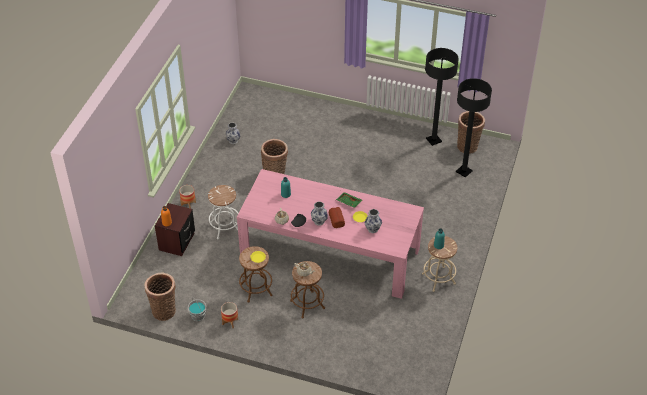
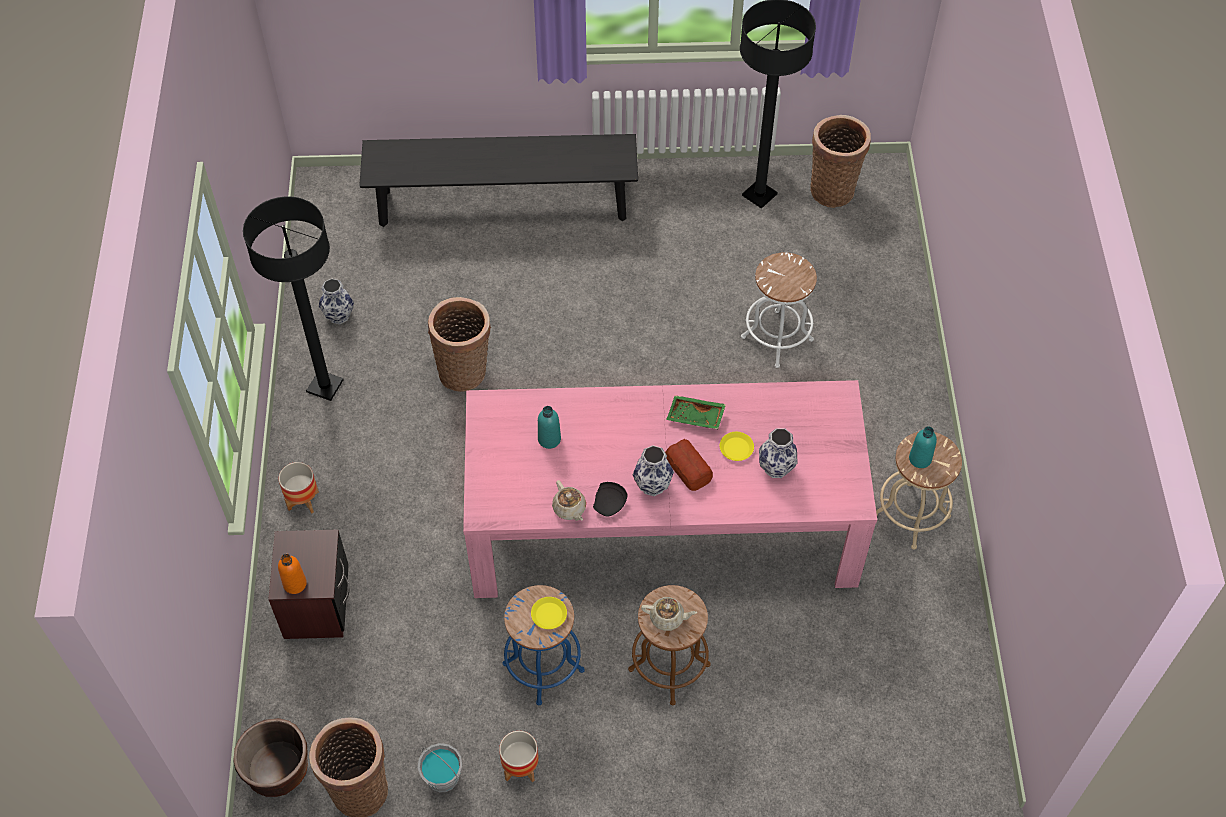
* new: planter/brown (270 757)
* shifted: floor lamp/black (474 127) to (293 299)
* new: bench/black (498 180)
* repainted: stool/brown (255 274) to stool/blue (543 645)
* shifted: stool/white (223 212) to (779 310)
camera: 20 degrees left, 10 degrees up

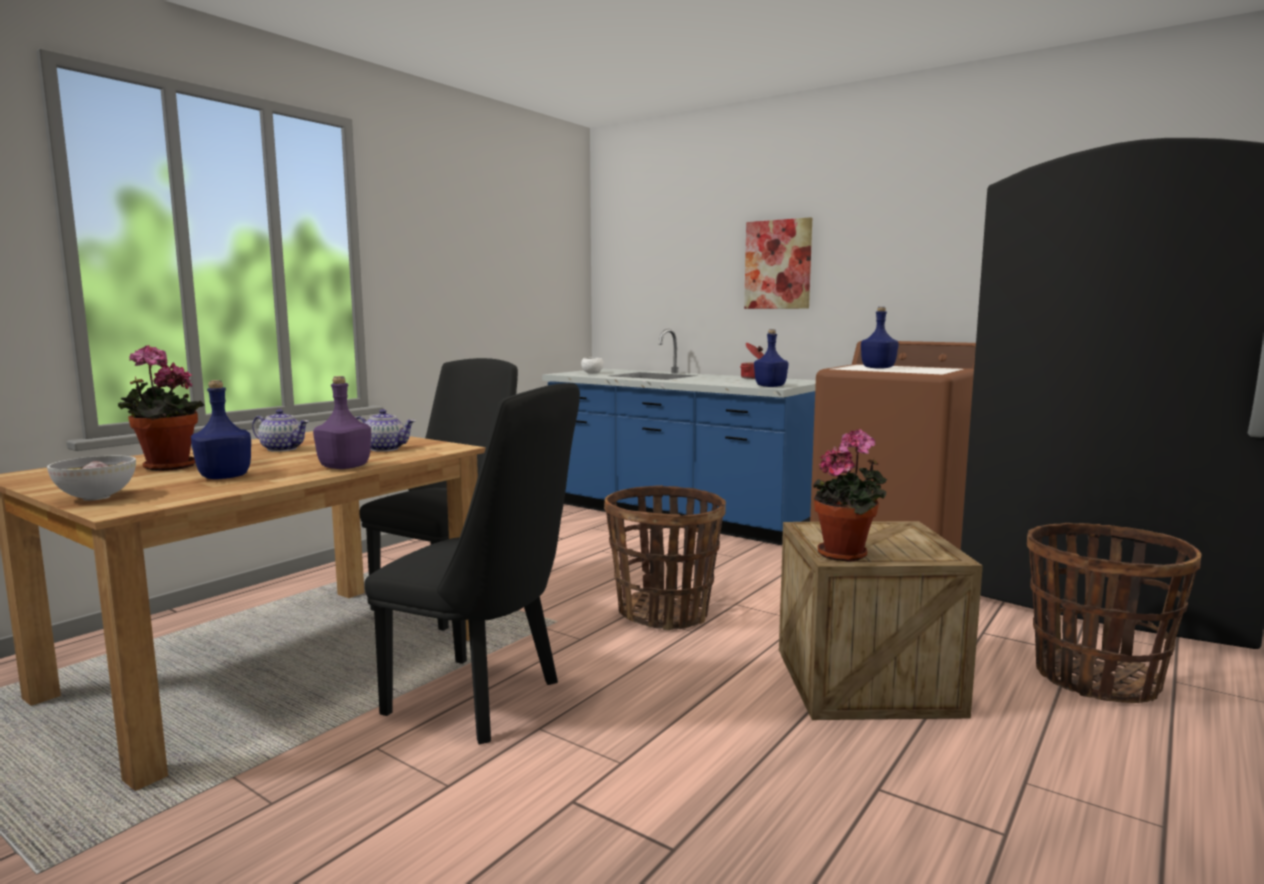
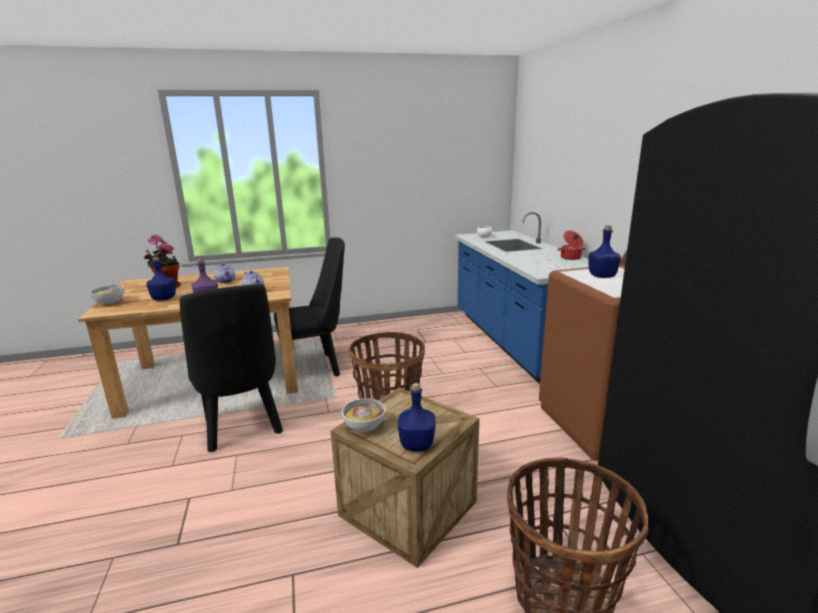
* swapped: potted plant (850 495) to bowl (363 415)
* shifted: bottle/blue (771 358) to (417 417)
* gone: picture (778 263)
camera: 40 degrees right, 10 degrees up

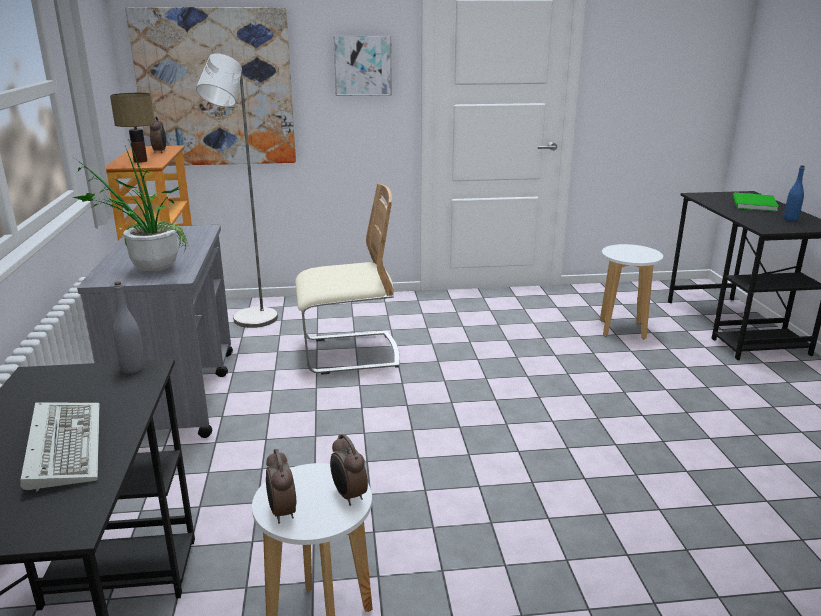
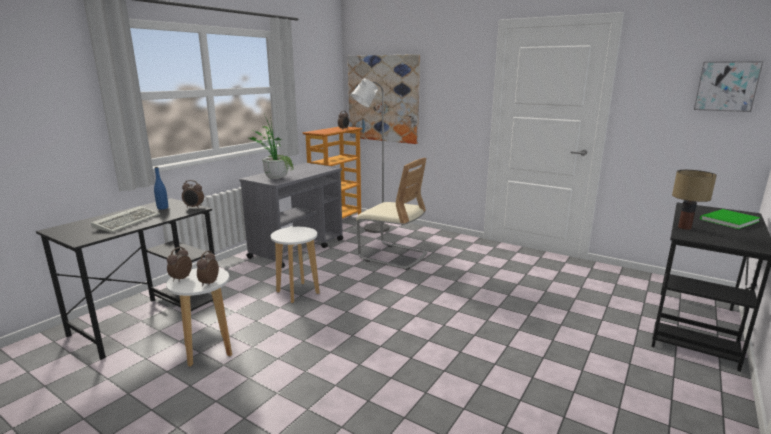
* shifted: bottle/blue (794 193) to (161 188)
* swapped: bottle/grey (128 327) to alarm clock (193 194)
* shifted: stool/white (631 291) to (295 265)
* shifted: table lamp (132 128) to (694 200)
* shifted: picture (362 65) to (728 86)
camera: 40 degrees right, 5 degrees down

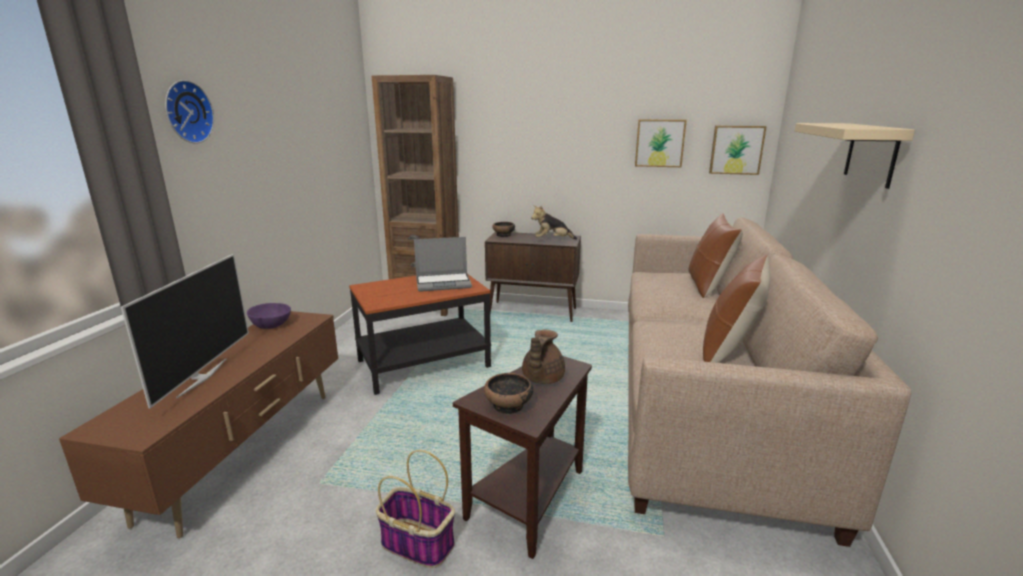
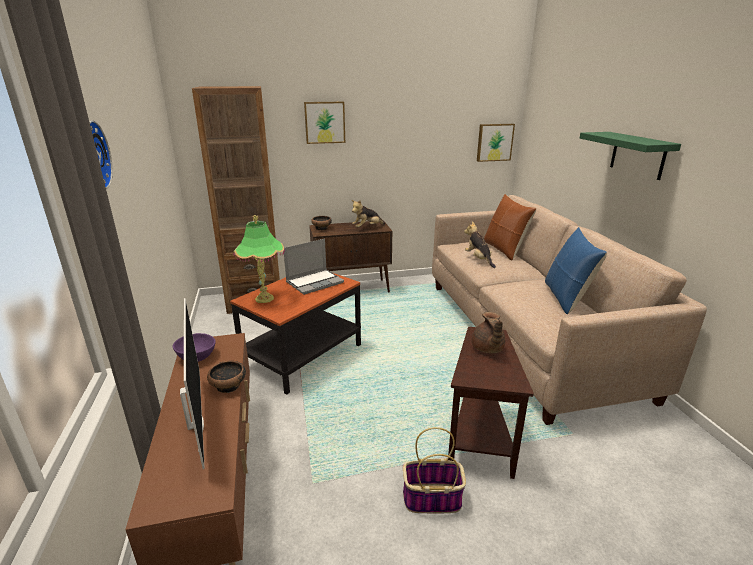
* shifted: bowl (508 394) to (226 377)
* new: table lamp (259 259)
* shifted: picture (661 143) to (324 122)
* new: plush toy (480 244)
* repainted: pillow/brown (736 308) to pillow/blue (576 270)
* repainted: shelf/beige (855 156) to shelf/green (630 156)
camera: 25 degrees left, 5 degrees up

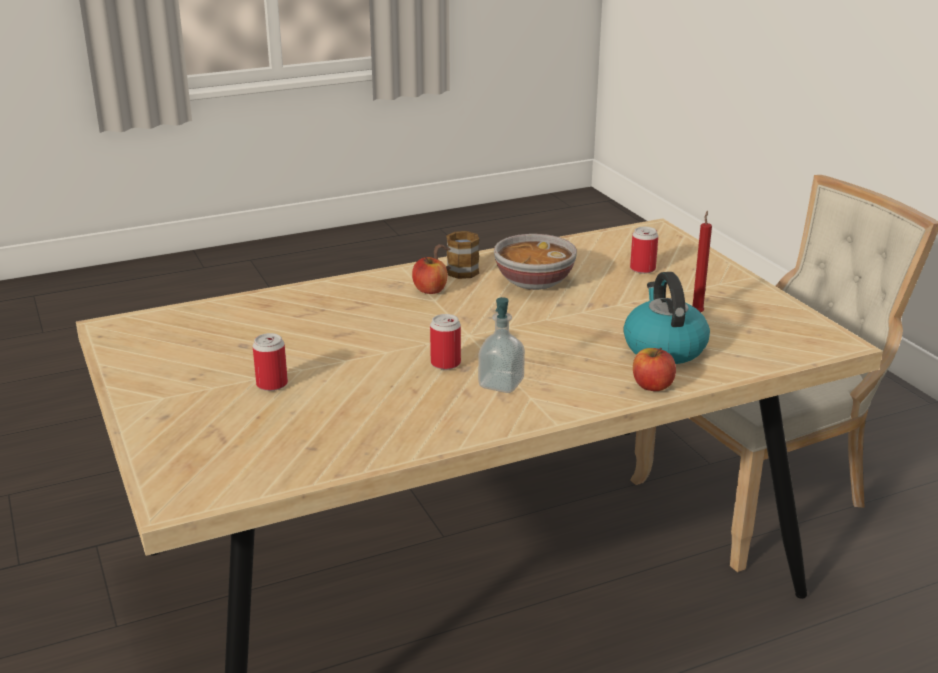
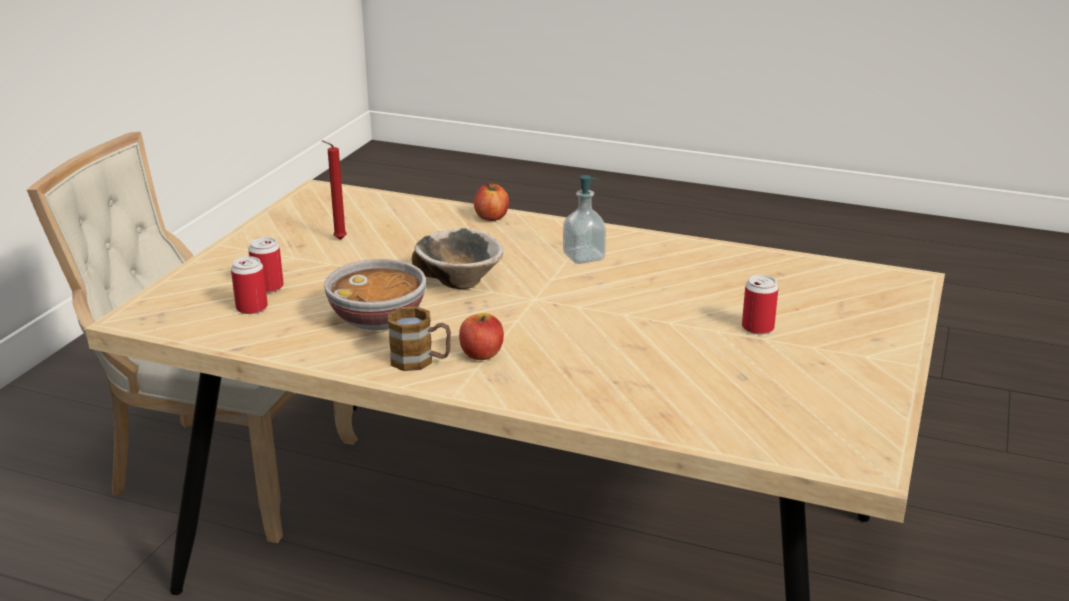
* shifted: can (445 342) to (249 285)
* new: bowl (457 258)
* gone: kettle (666 318)
camera: 135 degrees left, 0 degrees up

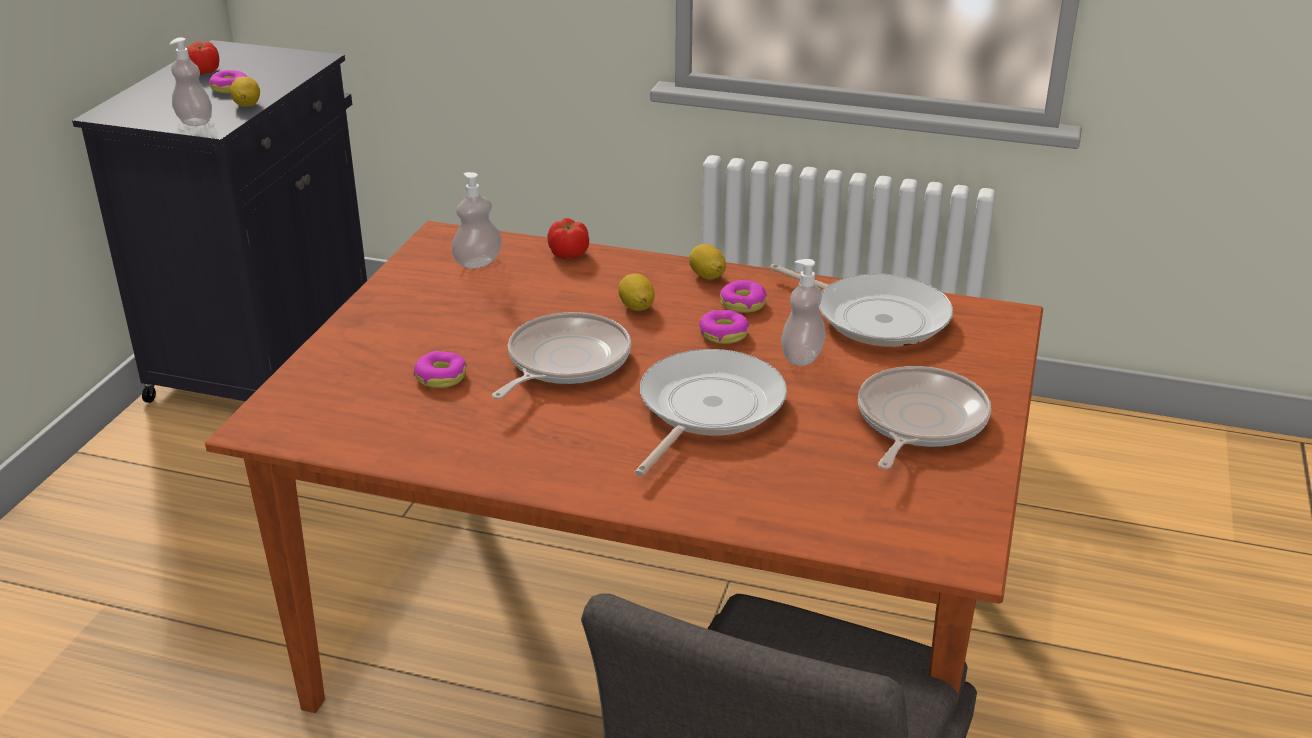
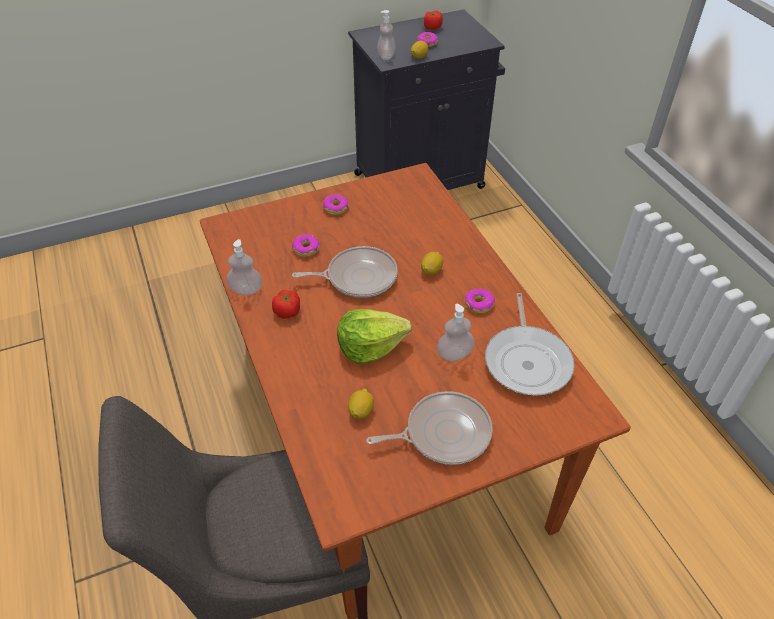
* shifted: soap dispenser (477 220) to (244 267)
* shifted: tomato (568 238) to (286 304)
* shifted: donut (724 327) to (336 204)
* swapped: frying pan (711 413) to lettuce (374 336)
* shifted: lemon (707 261) to (361 404)
camera: 50 degrees right, 15 degrees up

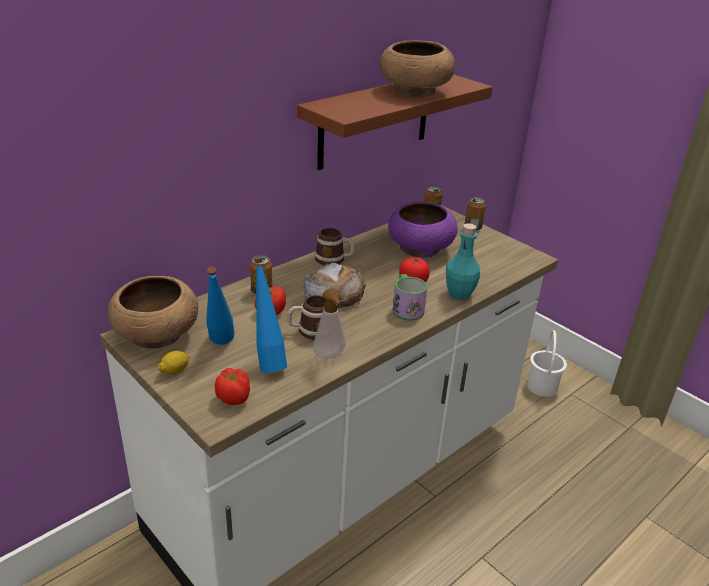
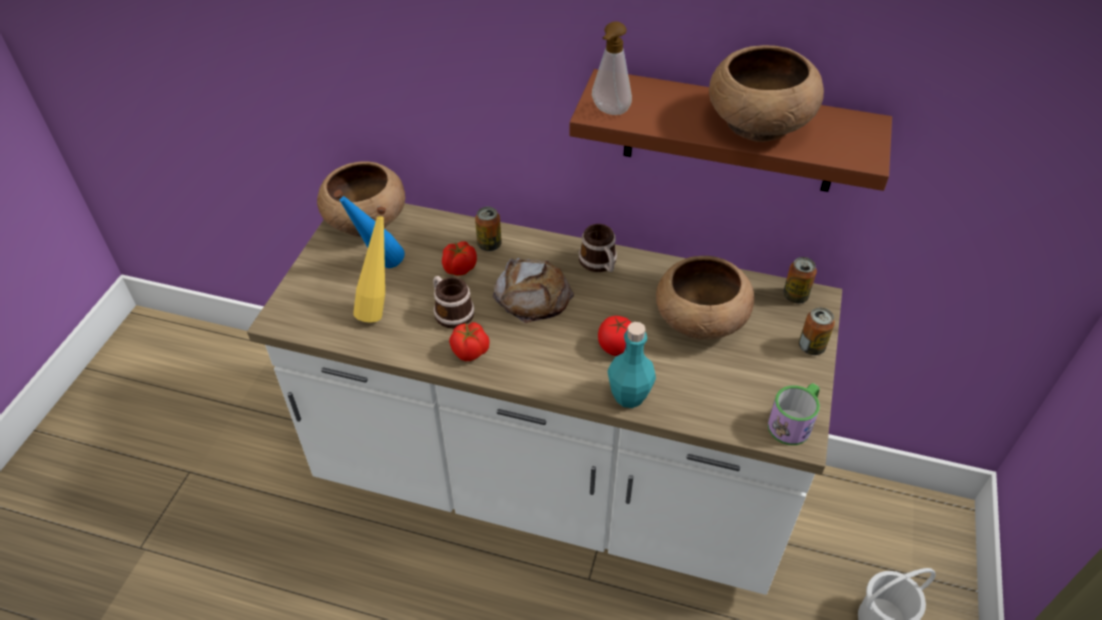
* repainted: bottle/blue (270 315) to bottle/yellow (369 265)
* shifted: tomato (232 386) to (469 341)
* shifted: soap dispenser (329 324) to (612 68)
* repainted: bowl/purple (423 229) to bowl/brown (705 298)
* shifted: mug (410 297) to (794 414)
* gone: lemon (173 363)
camera: 60 degrees right, 15 degrees up

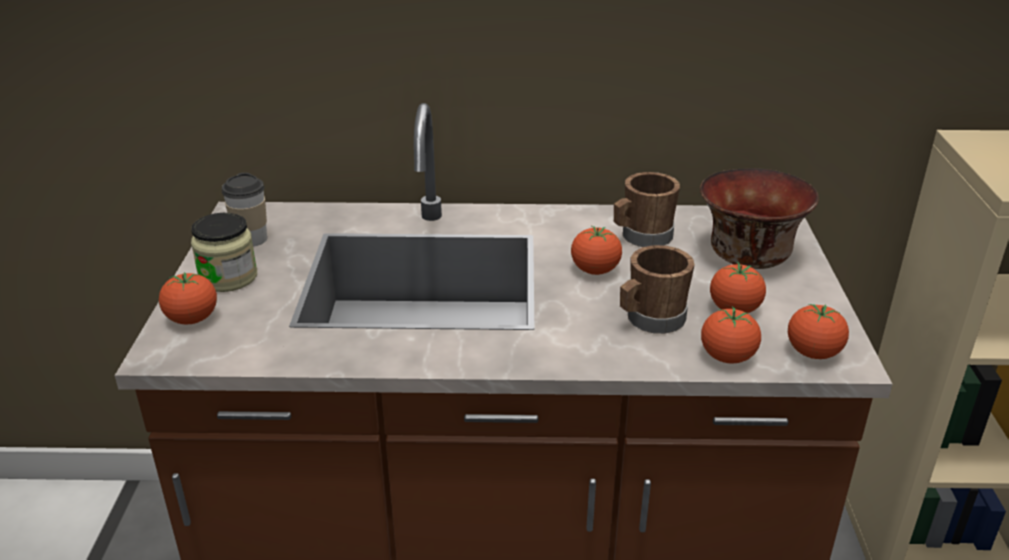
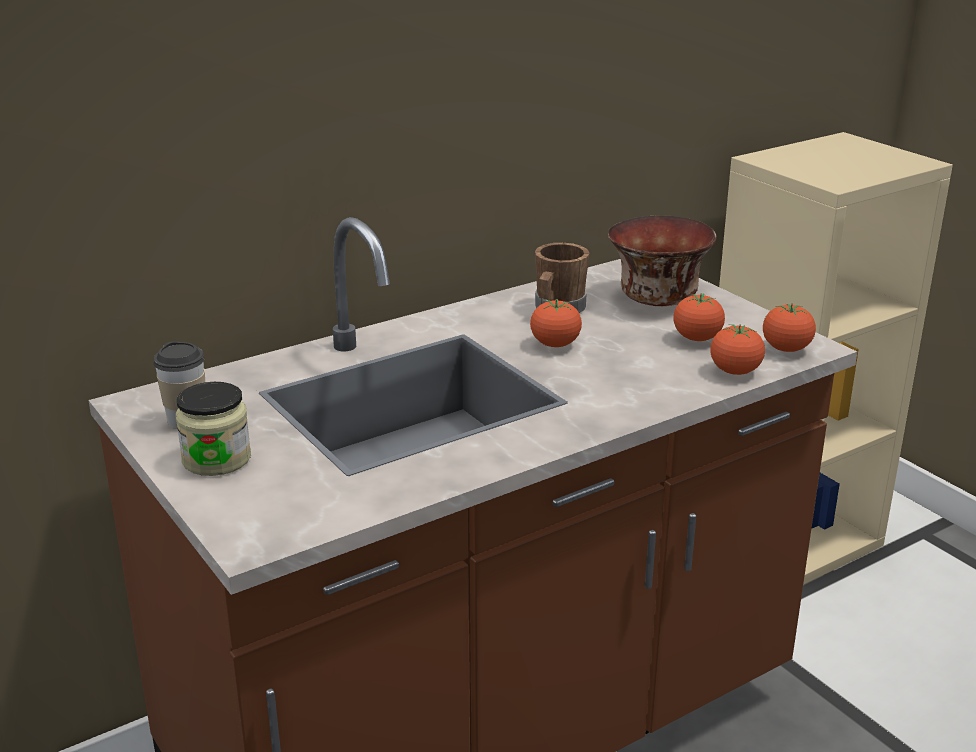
* gone: tomato (188 298)
* gone: mug/brown (657 289)
camera: 35 degrees left, 5 degrees down

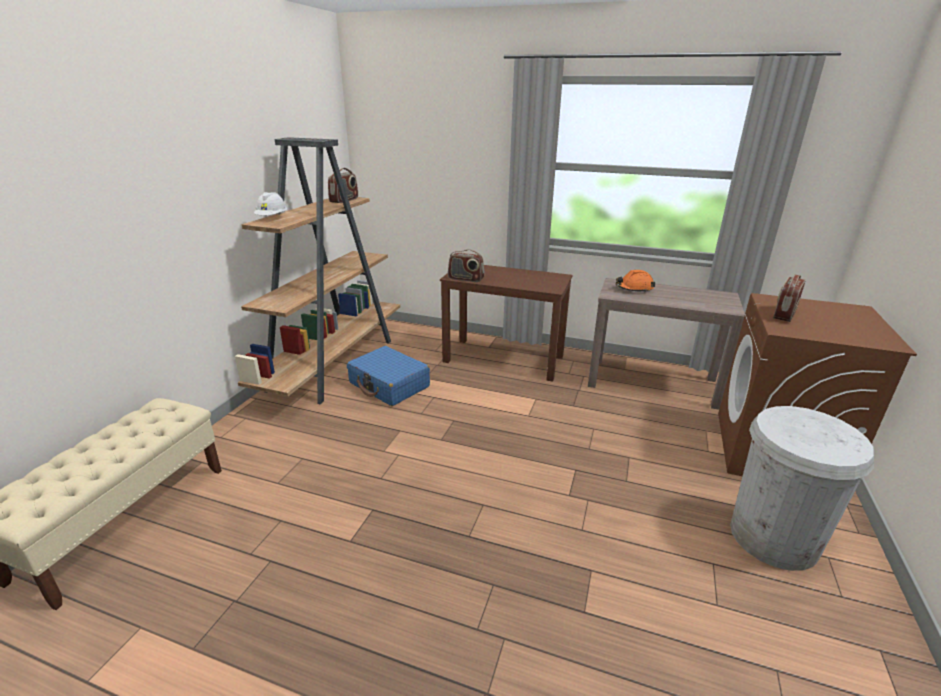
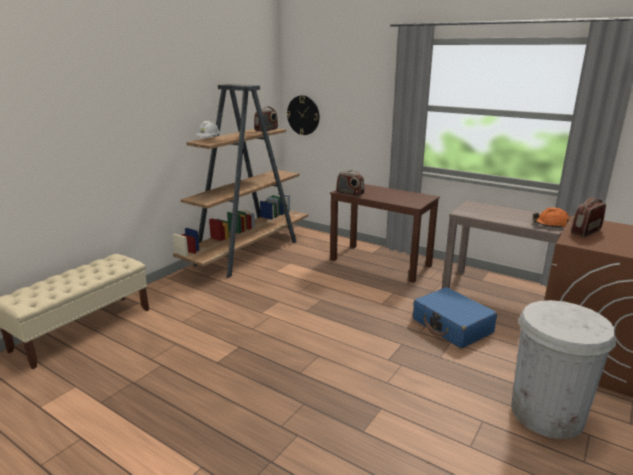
* new: wall clock (303 115)
* shifted: suitcase/blue (388 376) to (455 317)
* shifted: hard hat/orange (635 281) to (551 218)
camera: 15 degrees right, 5 degrees down

